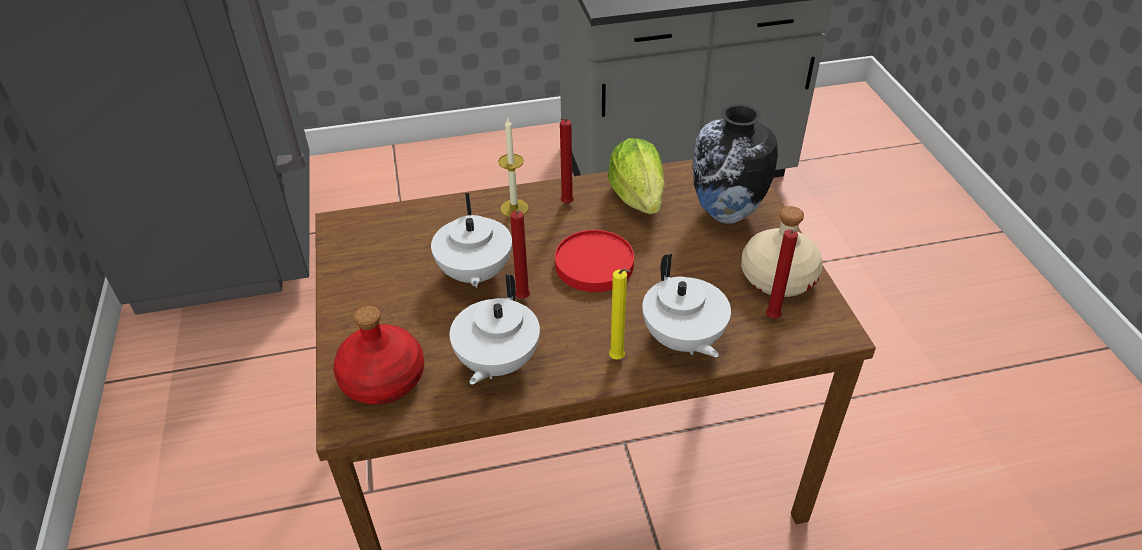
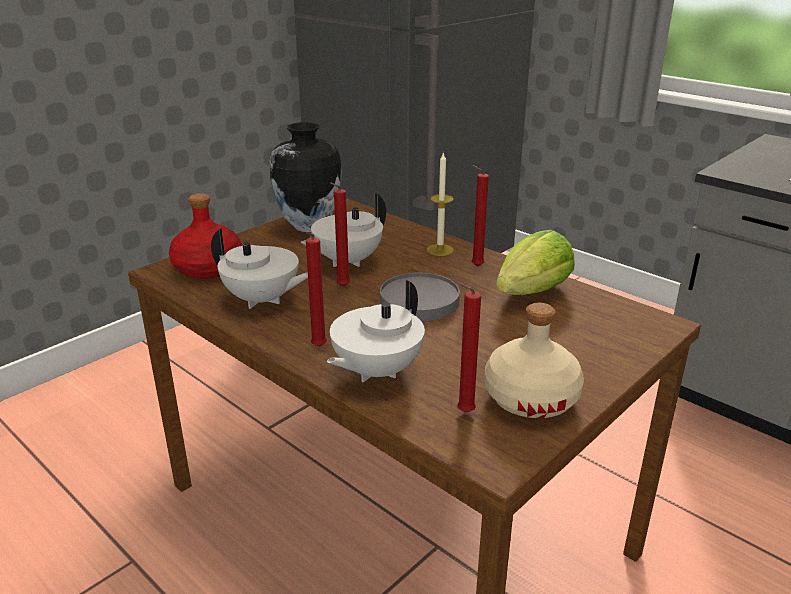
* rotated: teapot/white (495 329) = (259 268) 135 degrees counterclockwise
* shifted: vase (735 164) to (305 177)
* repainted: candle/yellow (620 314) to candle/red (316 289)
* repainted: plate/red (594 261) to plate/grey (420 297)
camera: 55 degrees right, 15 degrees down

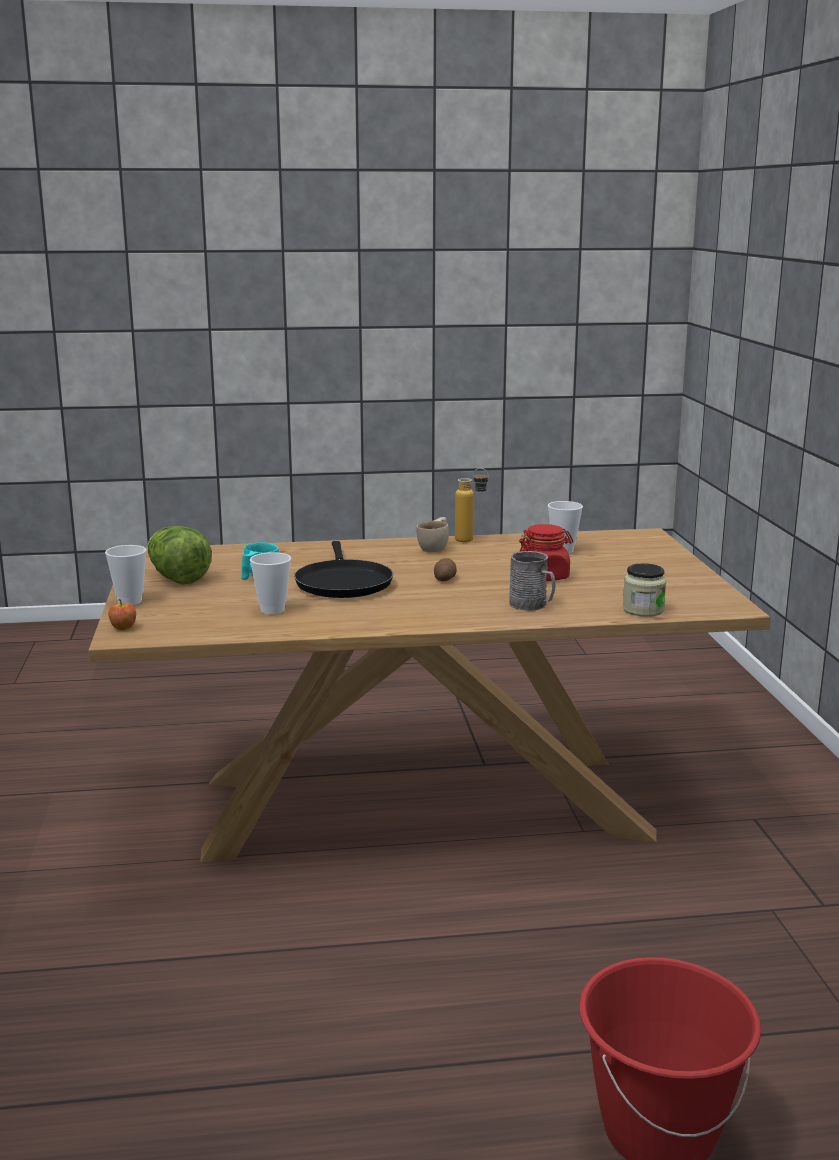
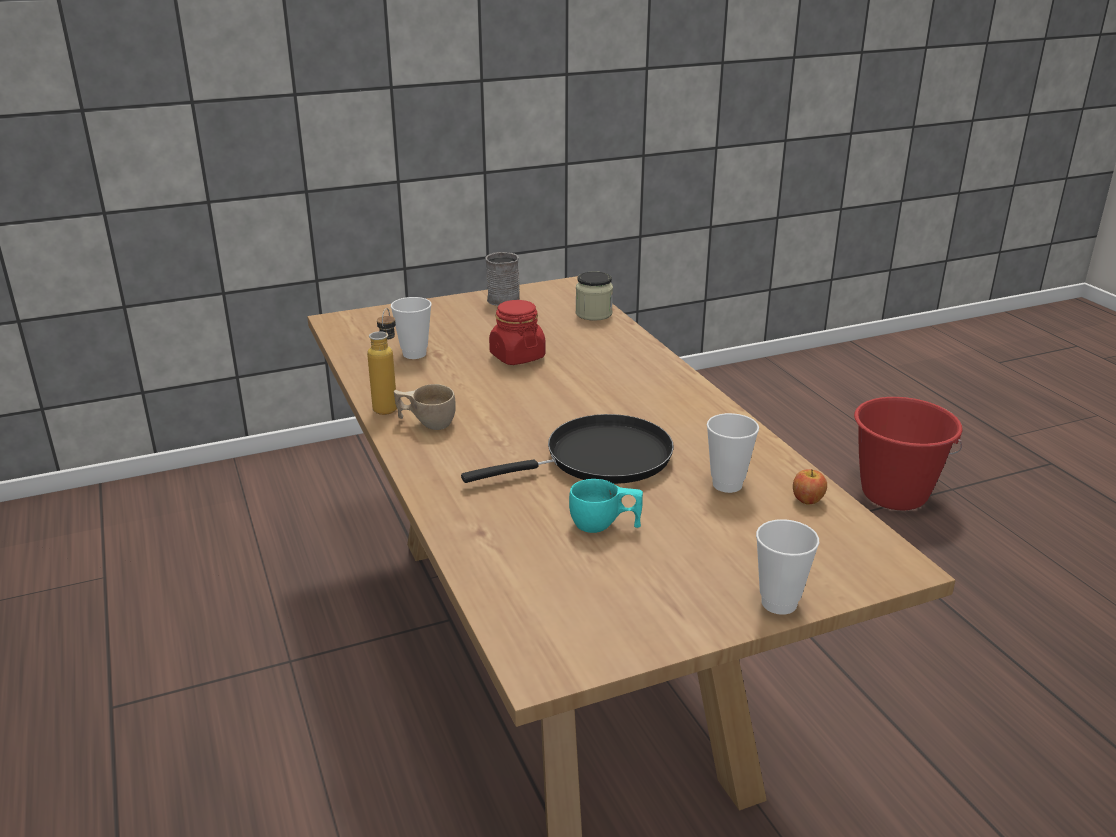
* shifted: mug/grey (532 581) to (502 279)
* shifted: apple (122 614) to (810 487)
* gone: lettuce (180 555)
* gone: potato (445 569)
camera: 105 degrees left, 10 degrees up

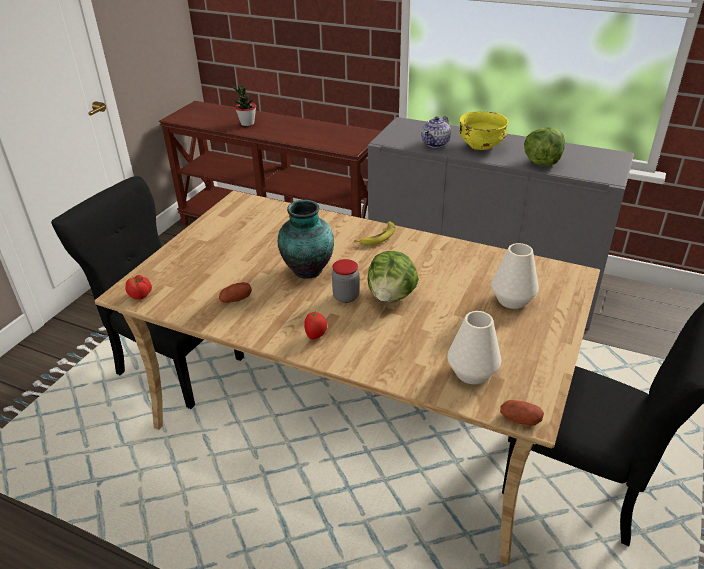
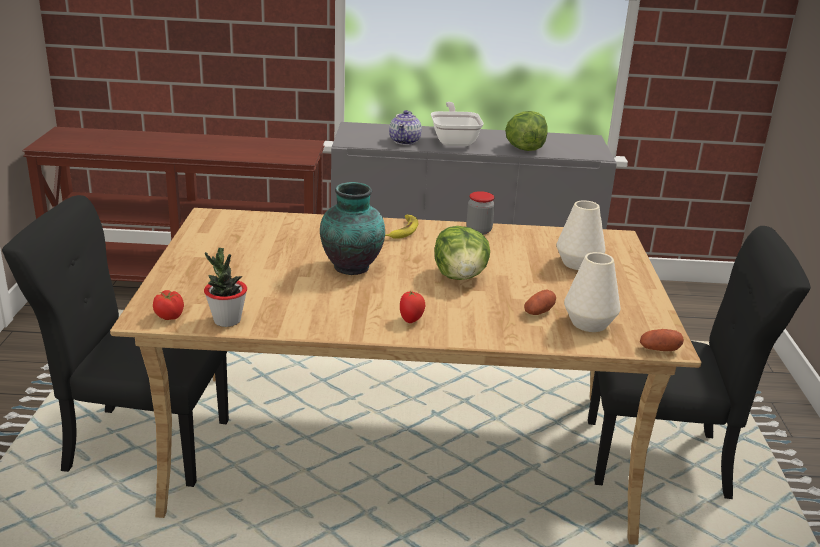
* shifted: potted plant (244 105) to (225 287)
* swapped: bowl/yellow (484 130) to frying pan (457 124)
* shifted: jar (345 281) to (480 213)
* shifted: potato (235 292) to (540 302)
camera: 25 degrees left, 10 degrees down

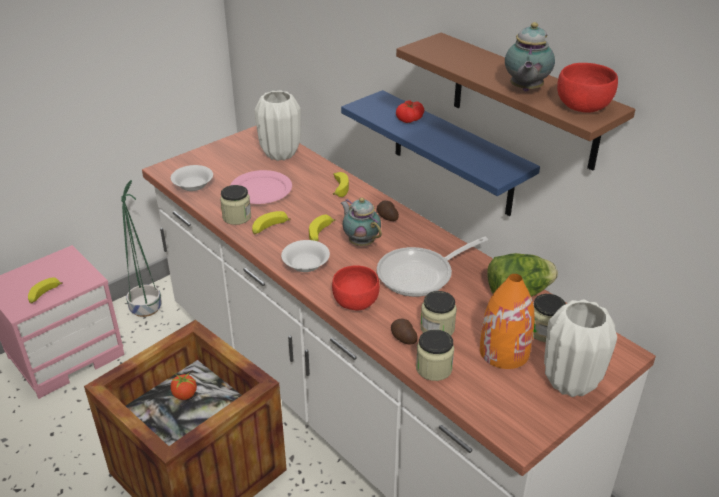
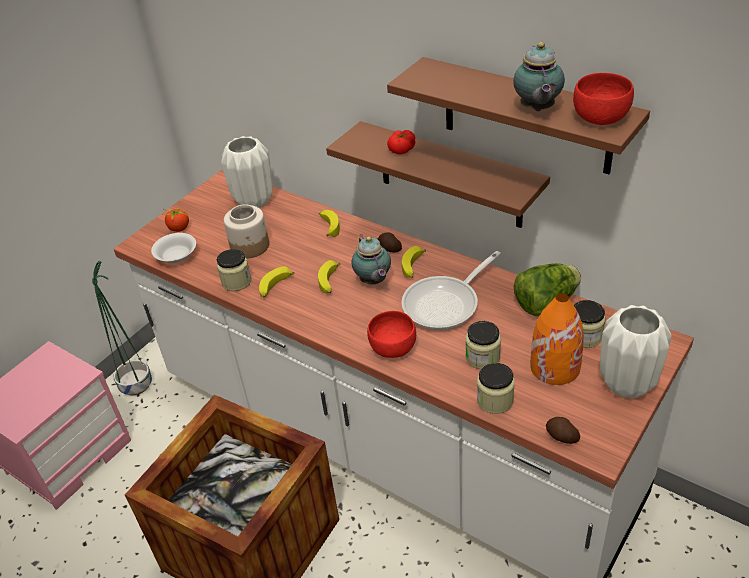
* shifted: tomato (182 386) to (175 219)
* swapped: plate/pink (261 187) to jar (246 231)
* repainted: shelf/blue (440 153) to shelf/brown (438 174)
* rotated: teapot (361 222) = (371 259) 150 degrees counterclockwise
* shifted: banana (45 290) to (414 262)
* shifted: potato (404 332) to (563 430)
* gone: bowl/white (305 256)
camera: 10 degrees left, 5 degrees up

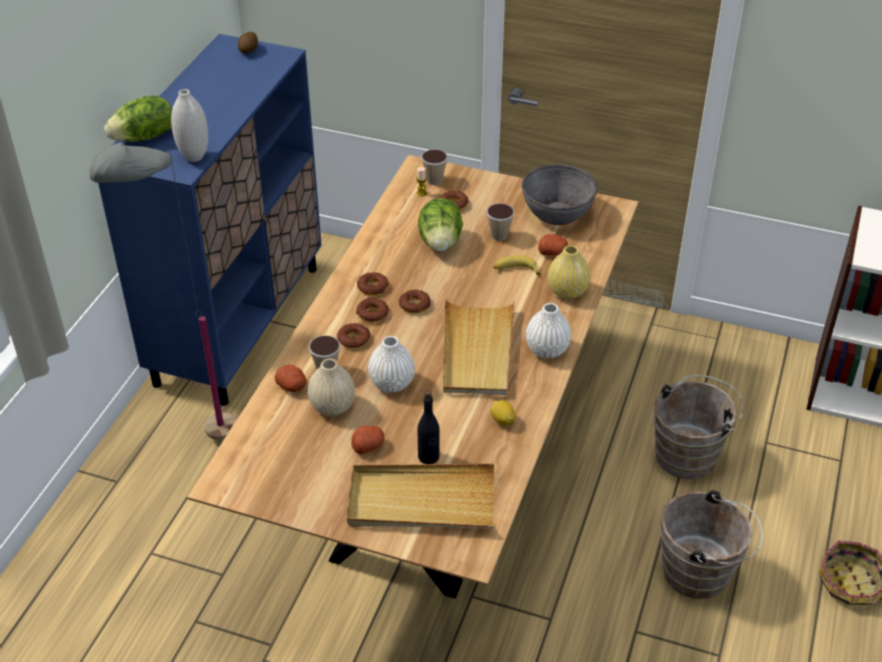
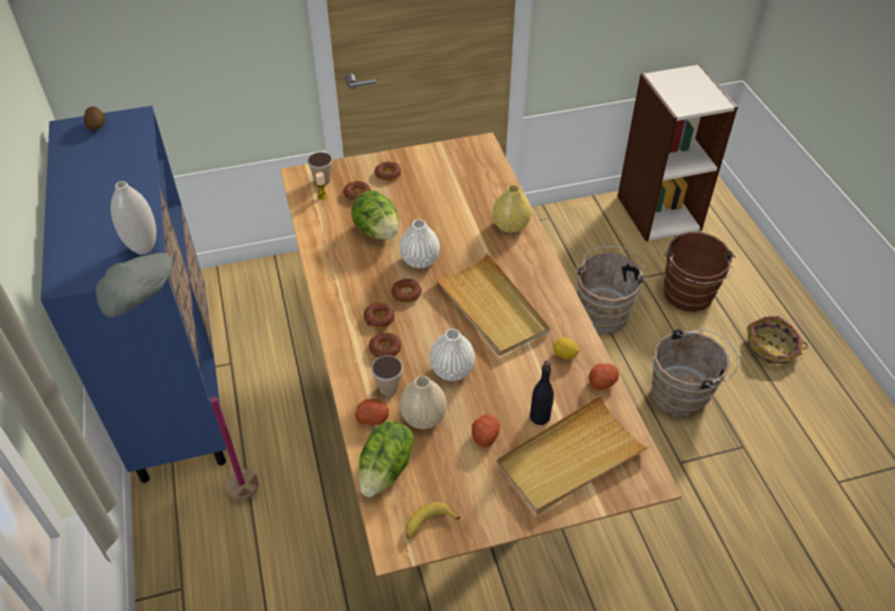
* shifted: lettuce (138 119) to (386 459)
* shifted: donut (372 283) to (387 171)
* shifted: vase/white (548 330) to (420 243)
* shifted: banana (516 265) to (432 520)
* shifted: potato (553 245) to (604 376)
* new: bucket/brown (700 272)
* gone: cup (500 222)
* gone: bowl/grey (560 194)
camera: 35 degrees left, 5 degrees up

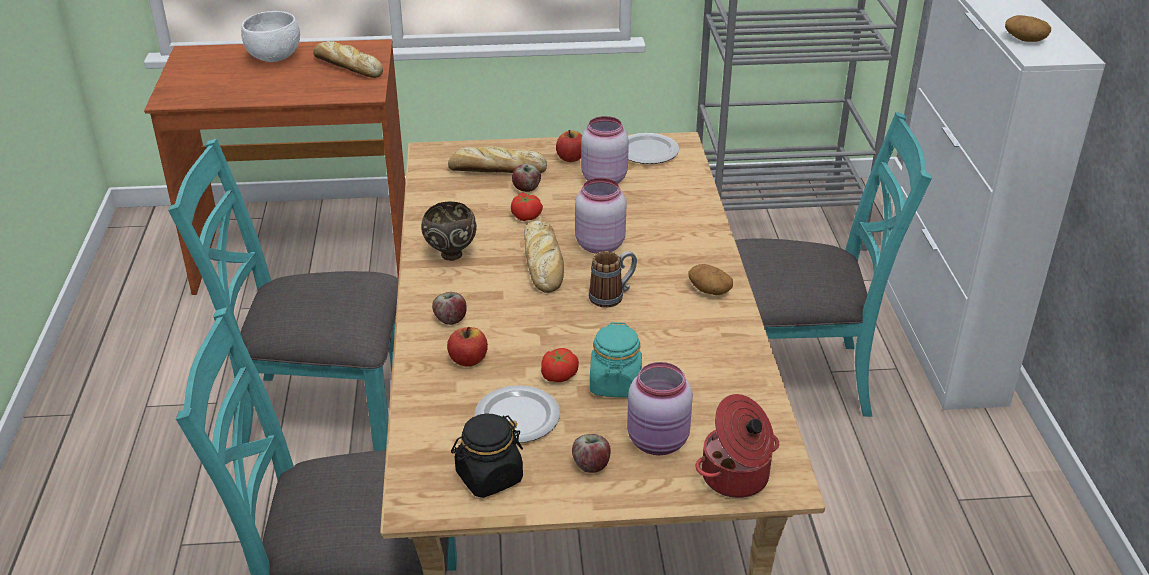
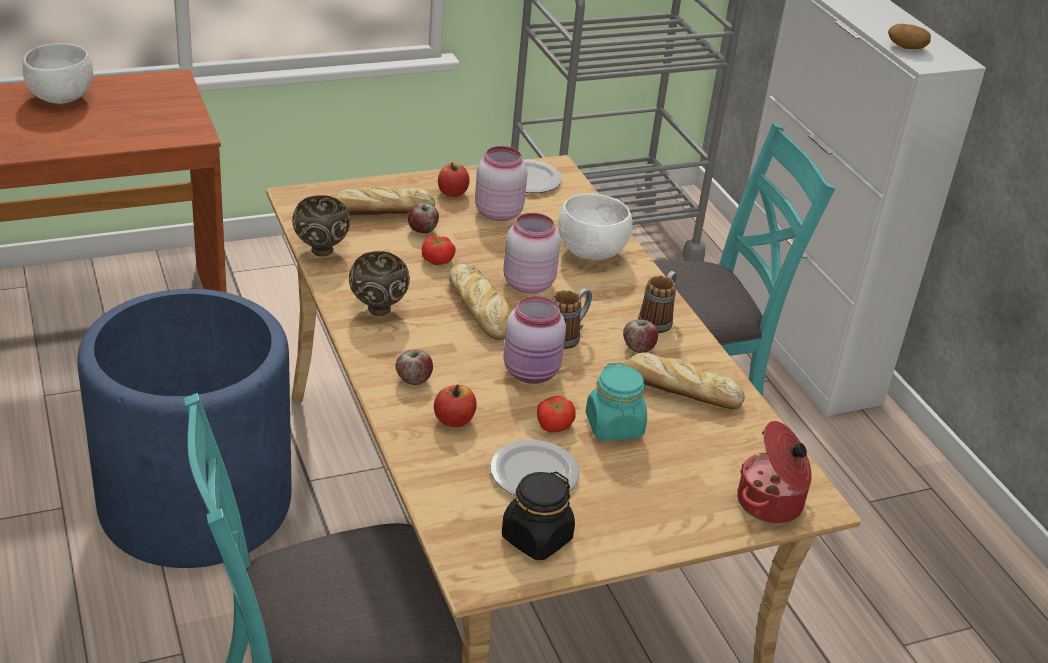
* swapped: chair/turquoise (283 294) to planter/blue (184 428)
* new: bowl/brown (321 226)
* shifted: jar/pink (660 408) to (534 340)
* new: bowl/white (595 226)
* shifted: apple (591 453) to (640 336)
* shifted: bread (348 59) to (684 380)
* swapped: potato (710 279) to mug (657 302)
camera: 20 degrees left, 0 degrees up

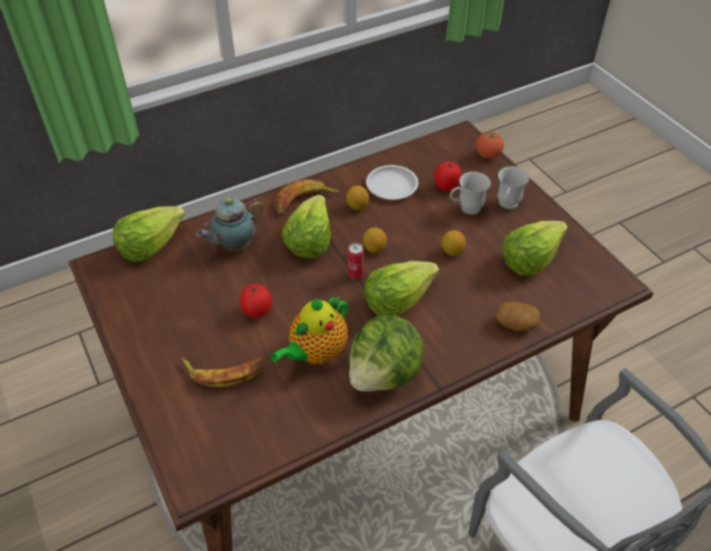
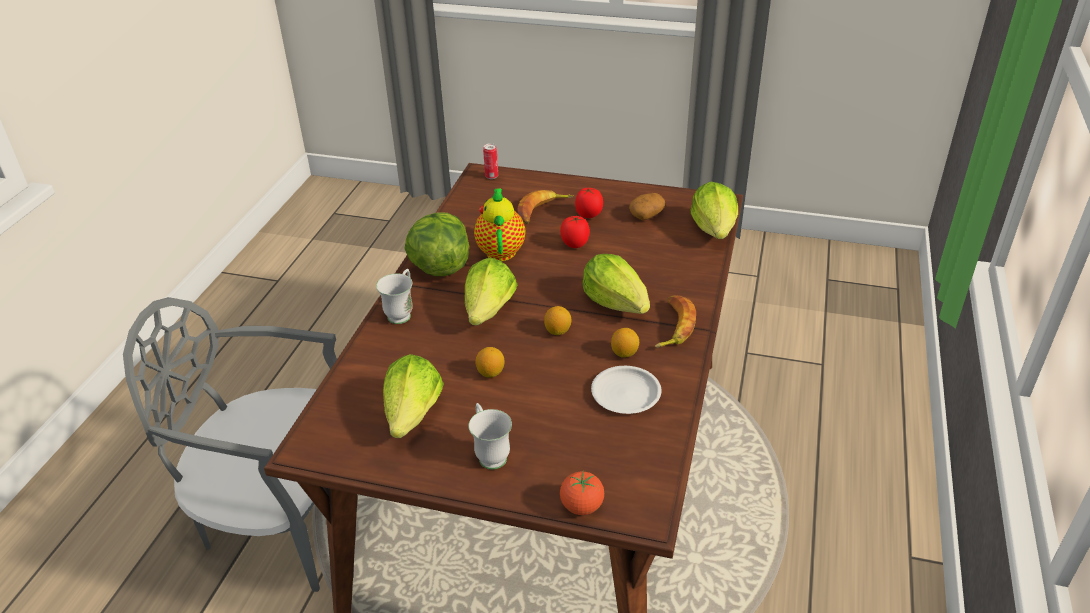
* shifted: mug/white (470 193) to (394 296)
* shifted: can (356 261) to (490 161)
* shifted: tomato (447 176) to (589 203)
* shifted: potato (517 317) to (647 206)
* gone: teapot (230 225)
camera: 135 degrees right, 10 degrees down

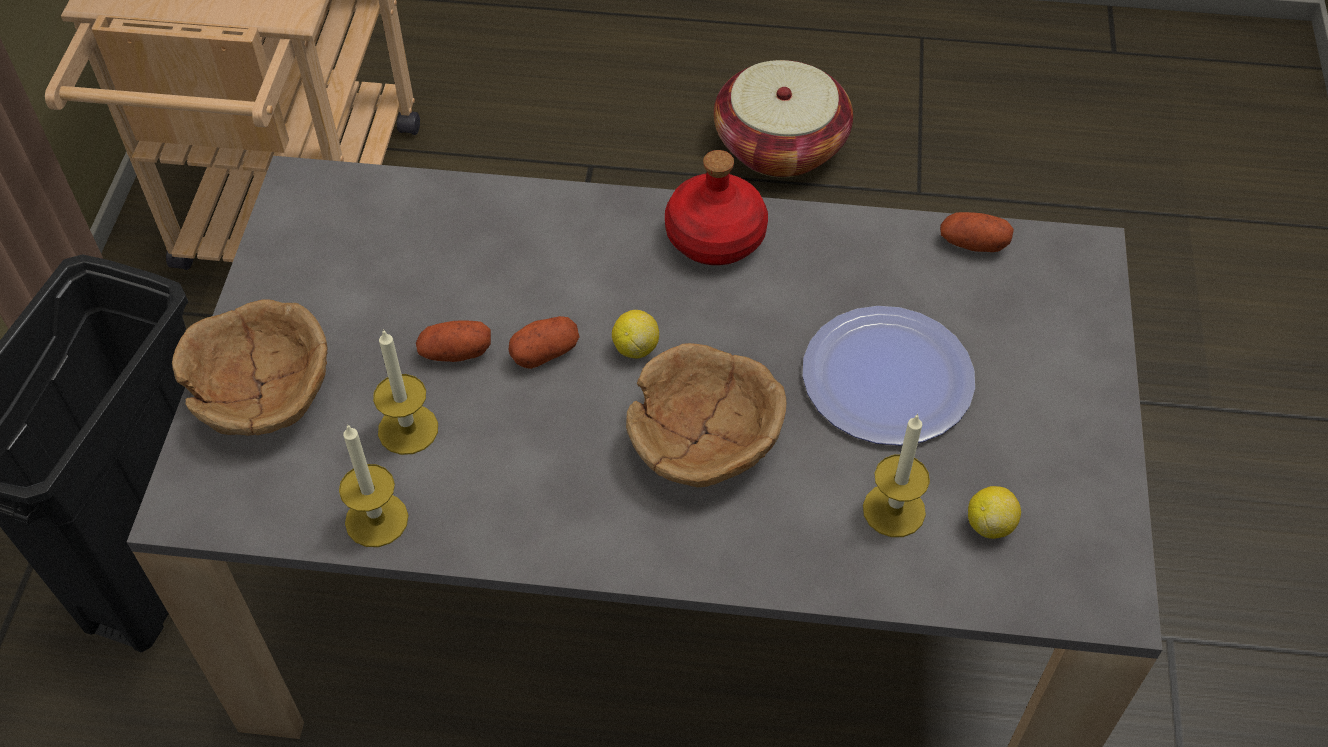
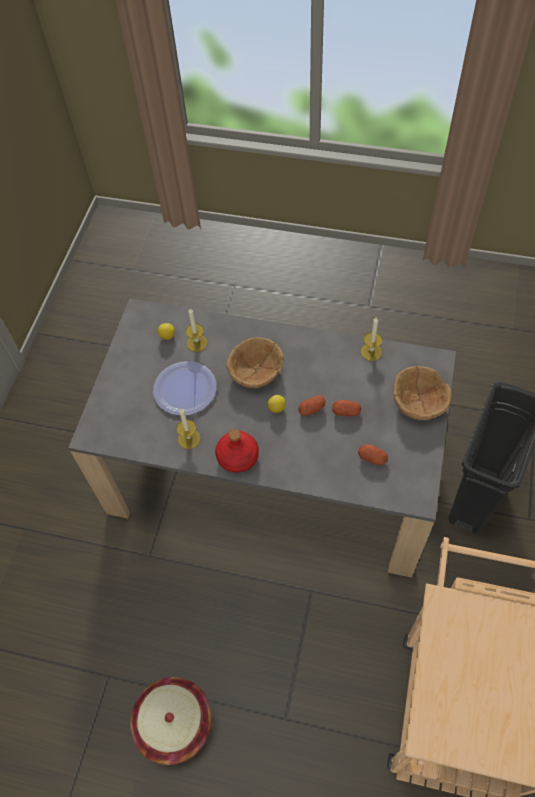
* shifted: candle (405 392) to (189 429)
* shifted: potato (977 232) to (373 454)
camera: 170 degrees left, 5 degrees up

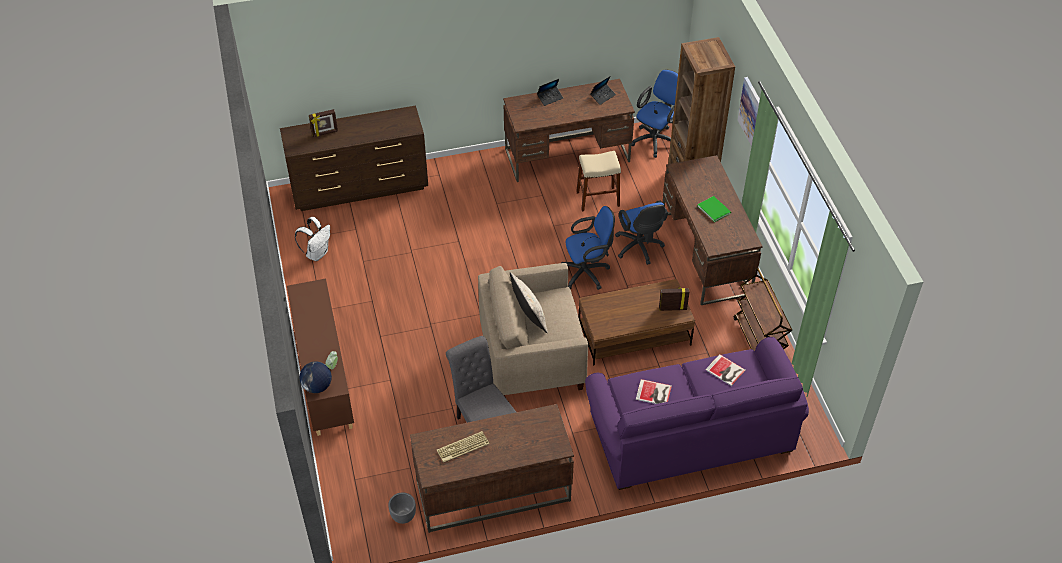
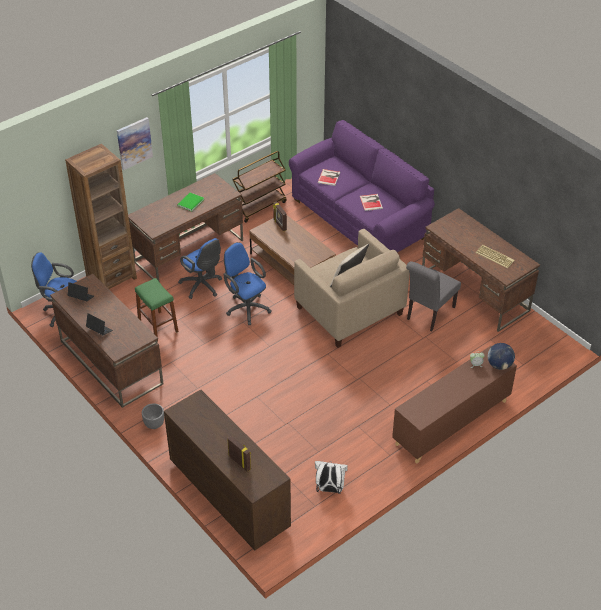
* repainted: stool/beige (598 181) to stool/green (156 310)
* shifted: planter/grey (402 508) to (153 416)
* rotated: office chair/blue (641 232) = (200 268) 90 degrees clockwise
camera: 115 degrees left, 5 degrees down

